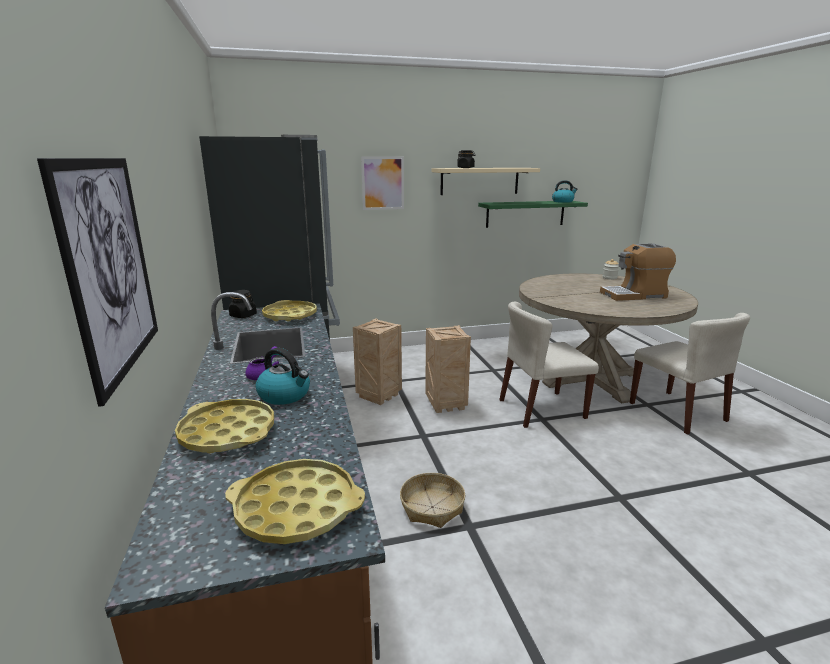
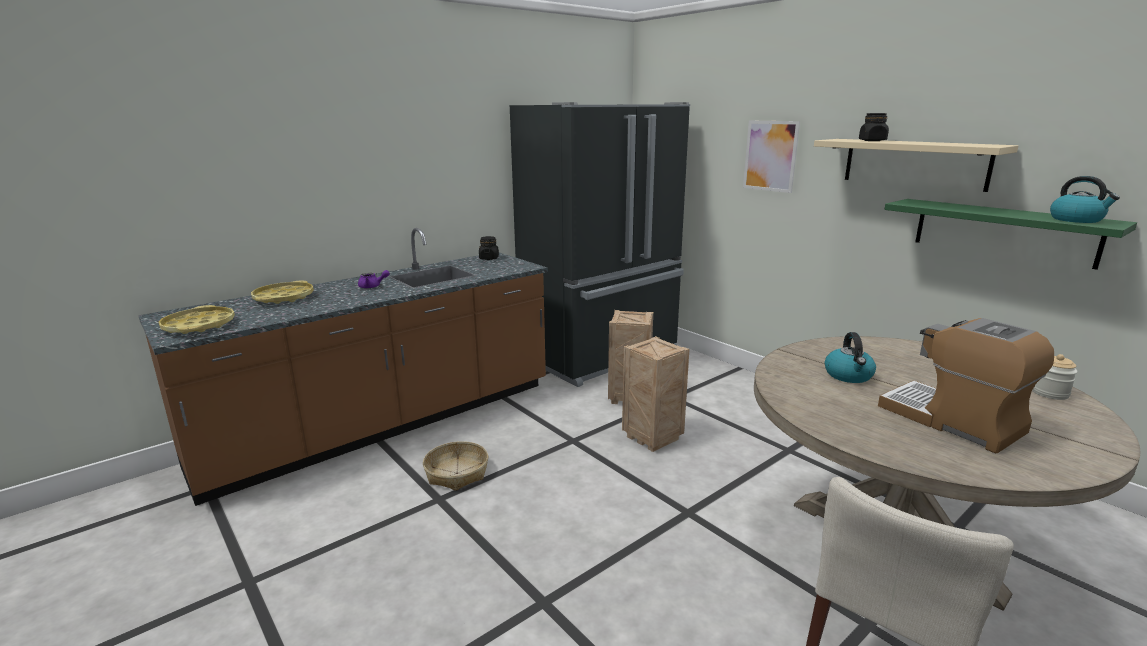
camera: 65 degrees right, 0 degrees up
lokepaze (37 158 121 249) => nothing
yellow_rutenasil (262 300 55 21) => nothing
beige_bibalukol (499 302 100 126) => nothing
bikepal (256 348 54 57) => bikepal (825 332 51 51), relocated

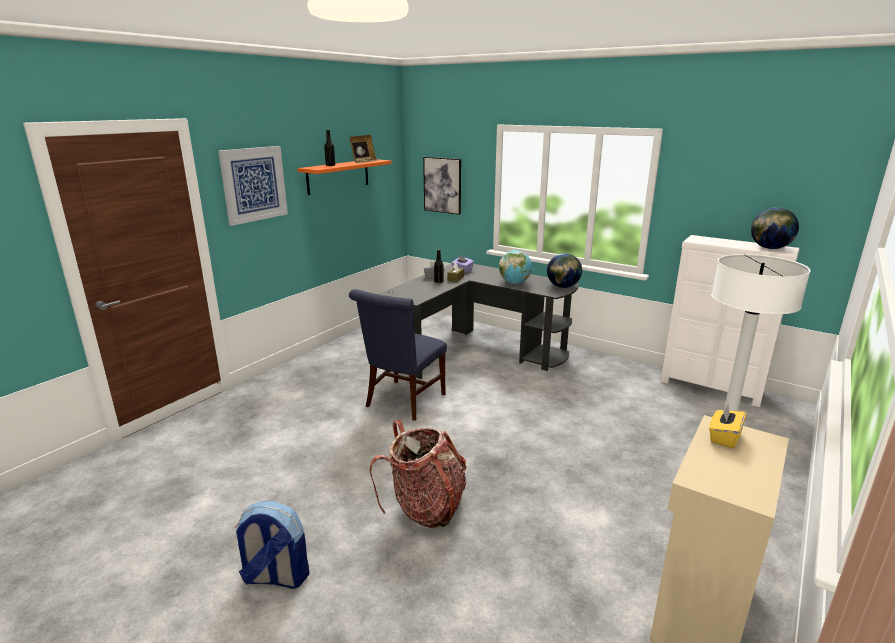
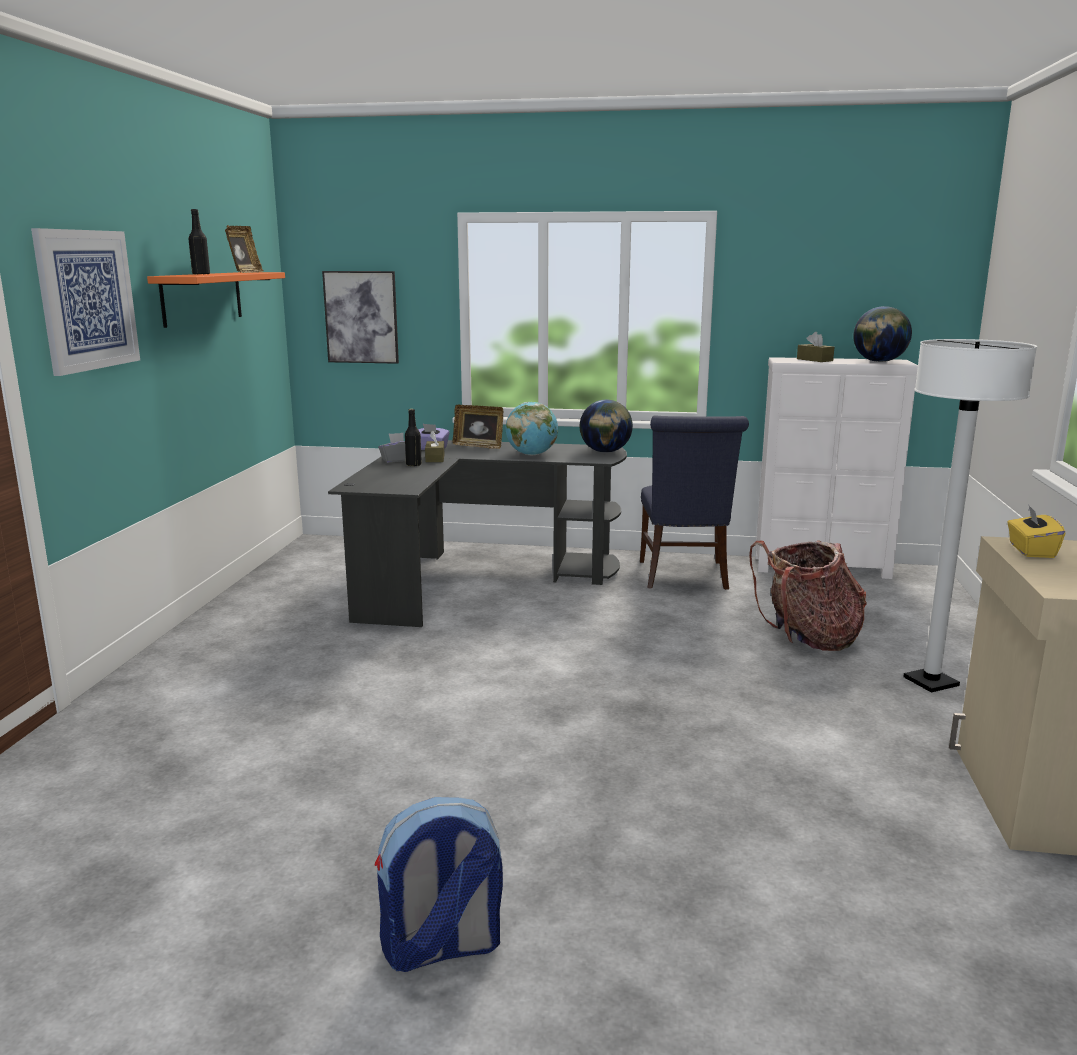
camera: 25 degrees left, 5 degrees down
nothing => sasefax (453 405 51 44)
nothing => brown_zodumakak (797 332 37 30)
blue_bibalukol (349 289 98 132) => blue_bibalukol (640 416 109 174), relocated
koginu (369 420 97 108) => koginu (749 540 118 111), relocated

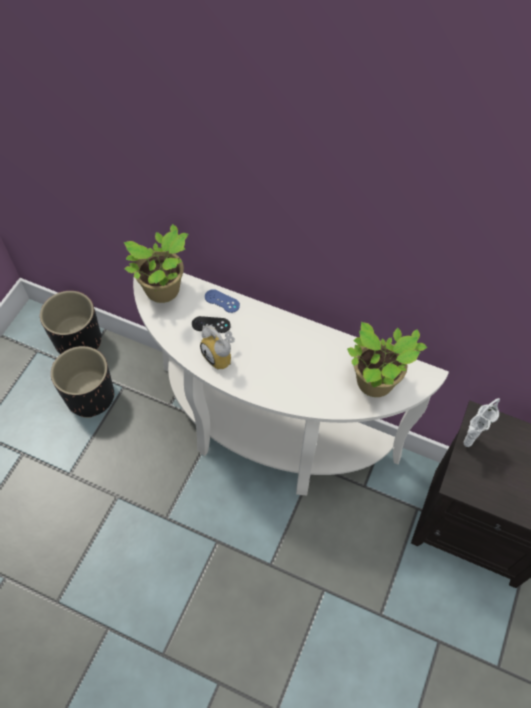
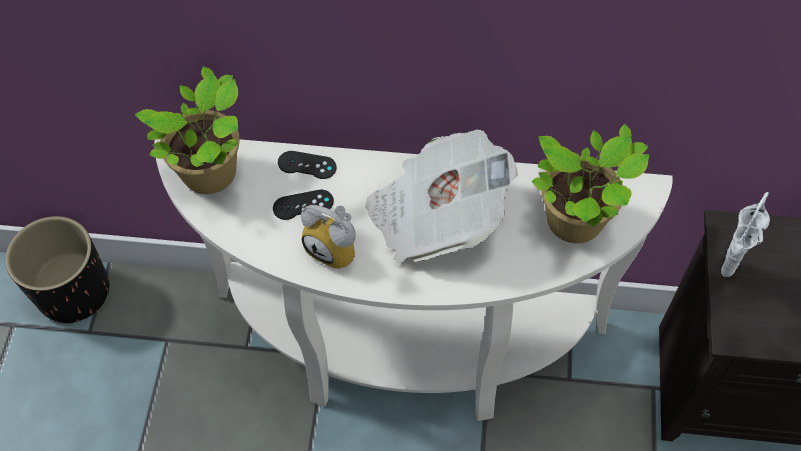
camera: 15 degrees left, 0 degrees up
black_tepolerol (51 346 63 72) => nothing
nothing => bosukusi (365 129 153 135)
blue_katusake (205 289 35 24) => black_katusake (278 151 59 28)

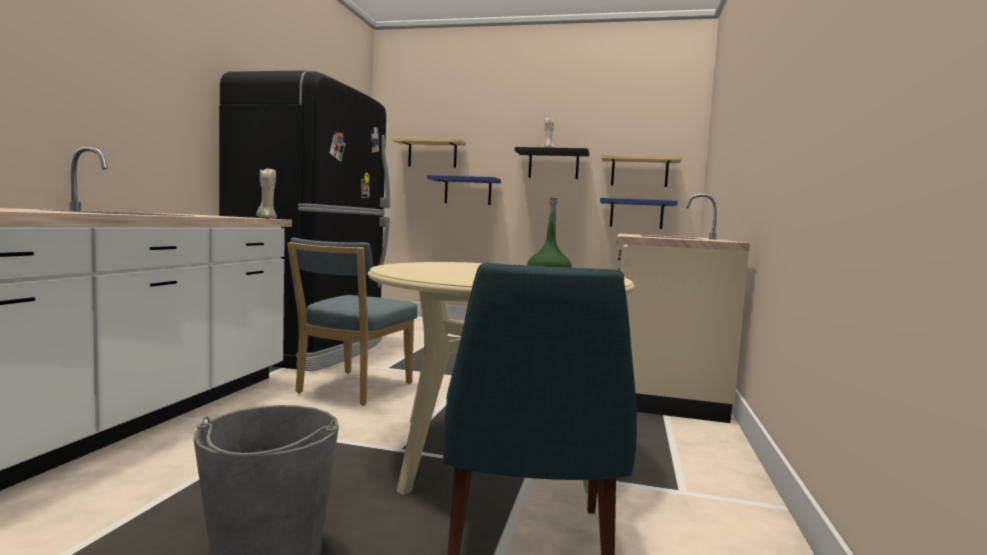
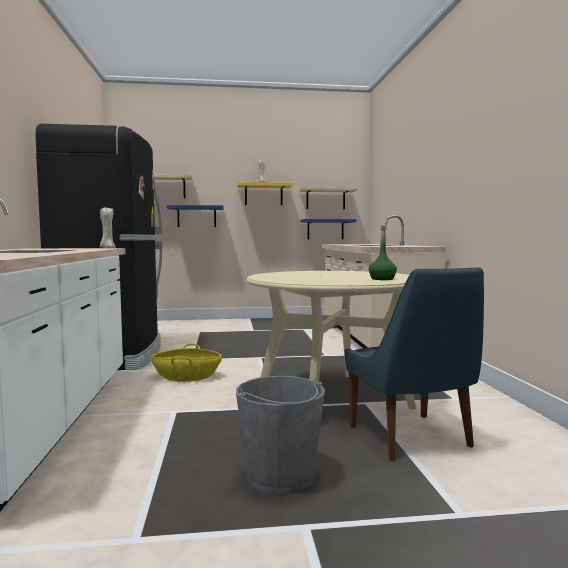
camera: 20 degrees left, 0 degrees up
blue_bibalukol (287 237 130 169) => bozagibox (151 344 71 38)
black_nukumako (515 147 74 32) => yellow_nukumako (237 182 56 23)

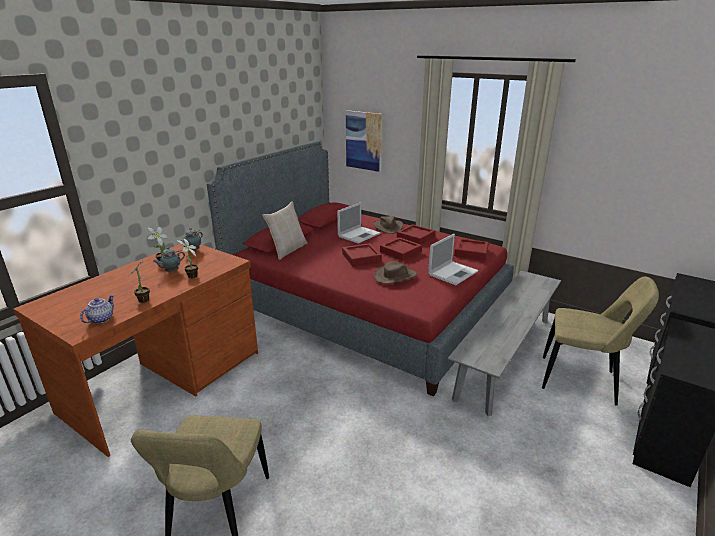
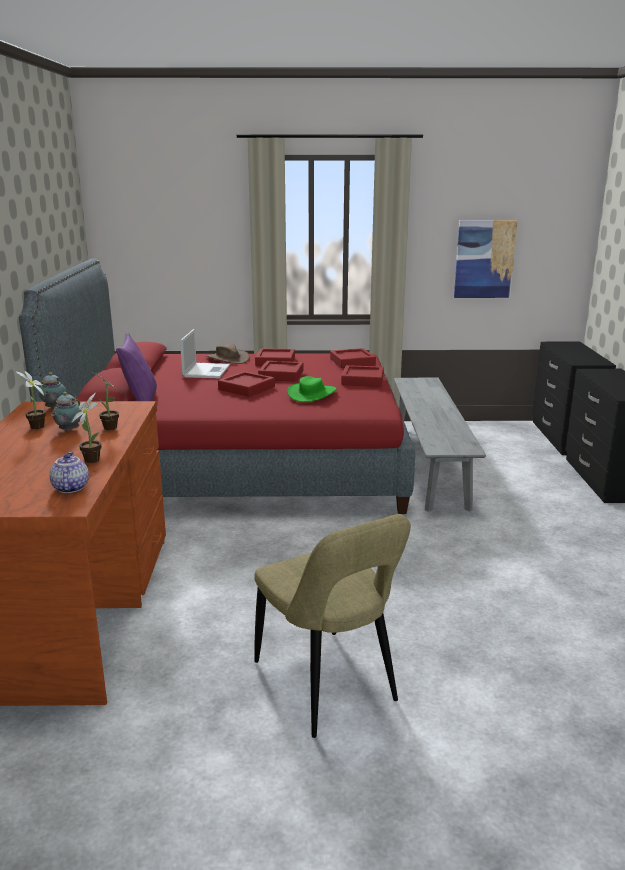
camera: 35 degrees left, 5 degrees down
beige_bibalukol (542 276 117 130) => nothing
lokepaze (346 110 36 62) => lokepaze (454 220 64 78), relocated
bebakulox (428 234 50 51) => red_rutenasil (341 365 43 22)
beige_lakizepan (262 201 45 59) => purple_lakizepan (116 333 41 68)
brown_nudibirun (374 261 43 23) => green_nudibirun (288 376 49 26)

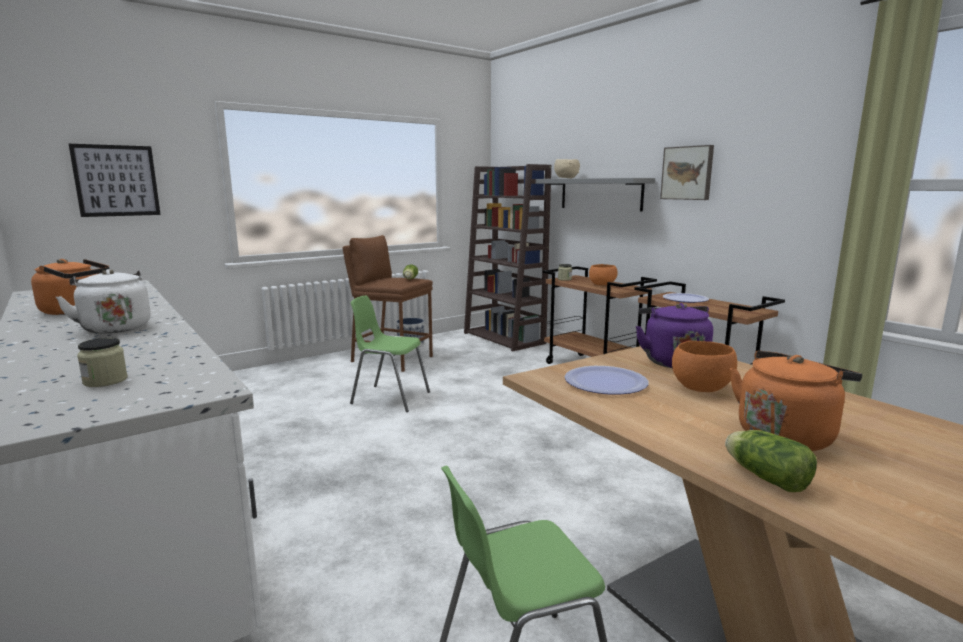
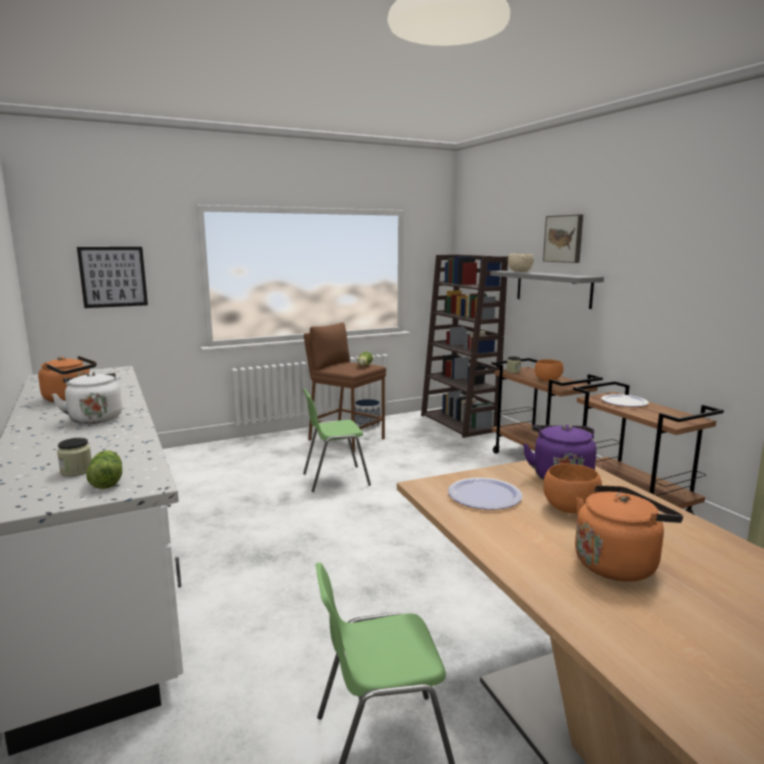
camera: 10 degrees right, 0 degrees up
lokepaze (660 145 54 55) => lokepaze (543 214 40 49), relocated
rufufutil (725 430 92 62) => rufufutil (86 450 36 39), relocated
green_bibalukol (350 296 80 116) => green_bibalukol (303 389 68 103), 45 degrees counterclockwise

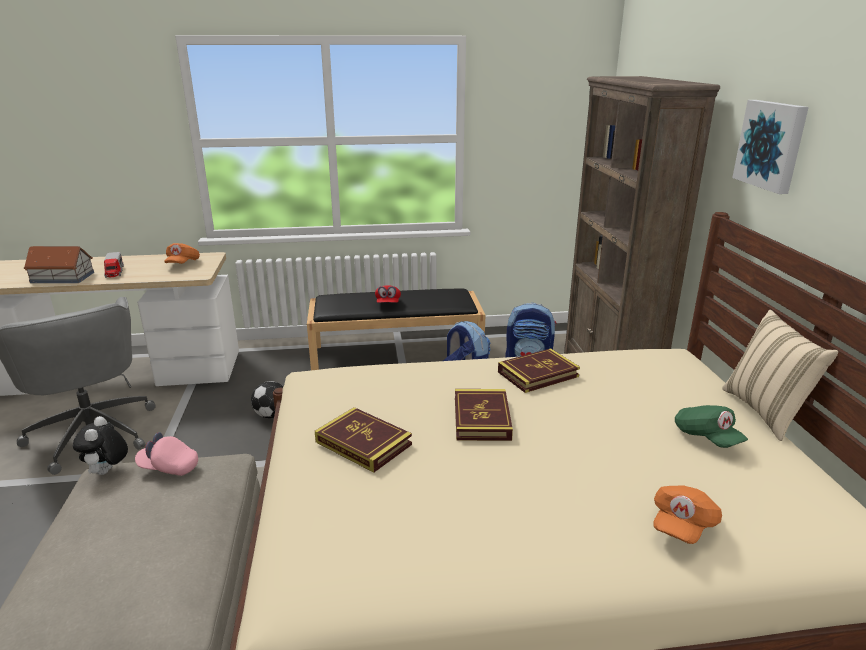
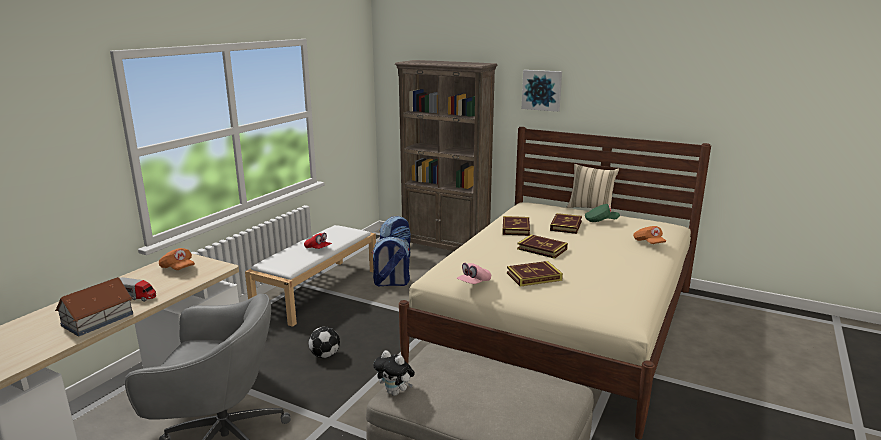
camera: 55 degrees left, 5 degrees down
nothing => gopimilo (550 213 32 21)
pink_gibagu (135 432 63 44) => pink_gibagu (457 263 34 21), relocated
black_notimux (307 288 178 82) => white_notimux (245 225 131 102)

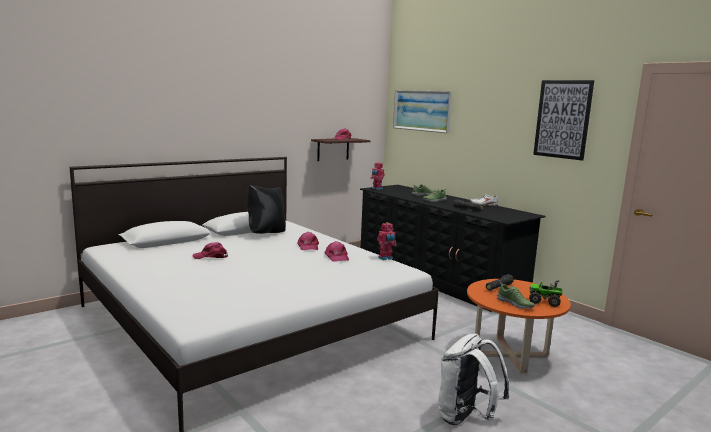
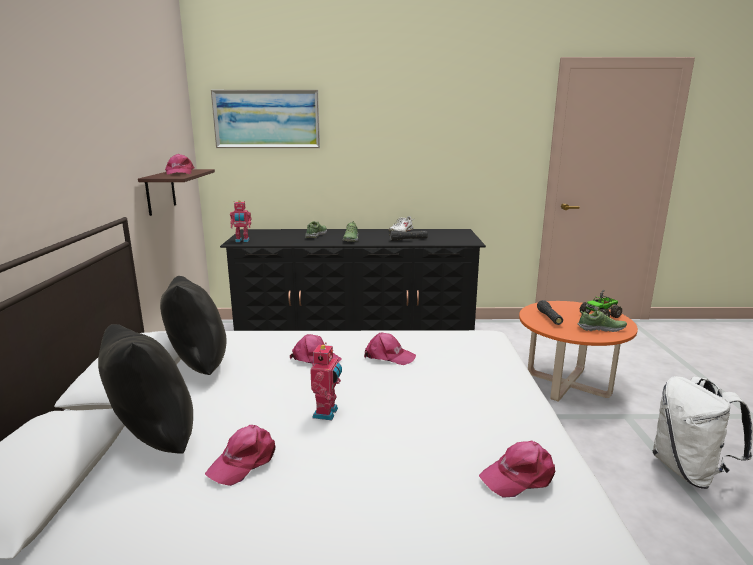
camera: 50 degrees left, 5 degrees up
lokepaze (533 80 61 81) => nothing
nothing => black_lakizepan (98 324 95 130)
nothing => pink_gibagu (479 441 77 57)
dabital (377 222 20 38) => dabital (310 342 32 78), relocated

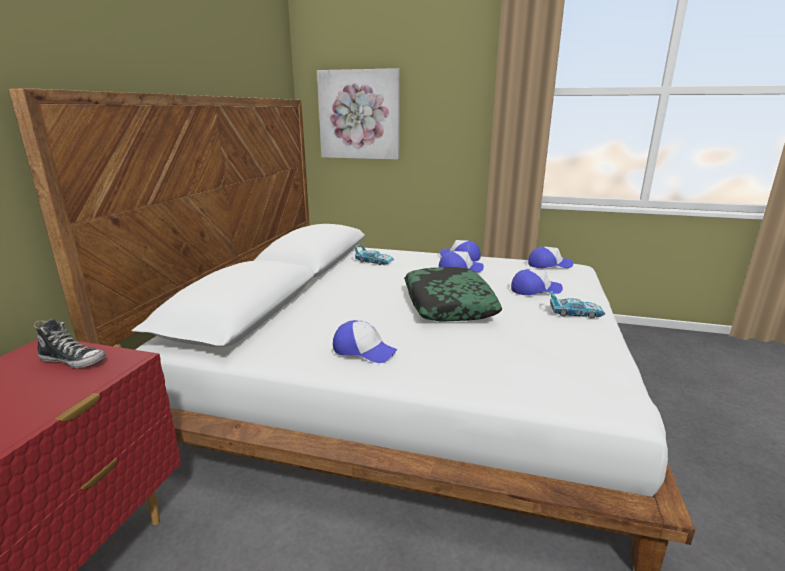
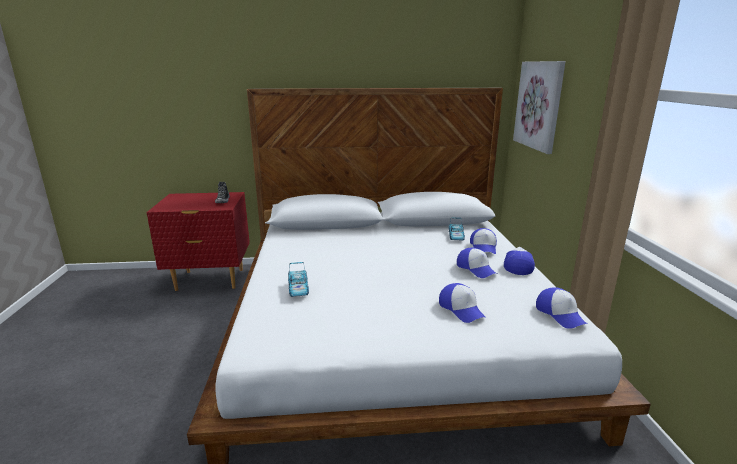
camera: 70 degrees right, 0 degrees up
lakizepan (404 267 98 55) => nothing
gibagu (333 320 65 43) => gibagu (470 228 27 26), relocated
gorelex (550 291 55 27) => gorelex (288 262 21 35), relocated

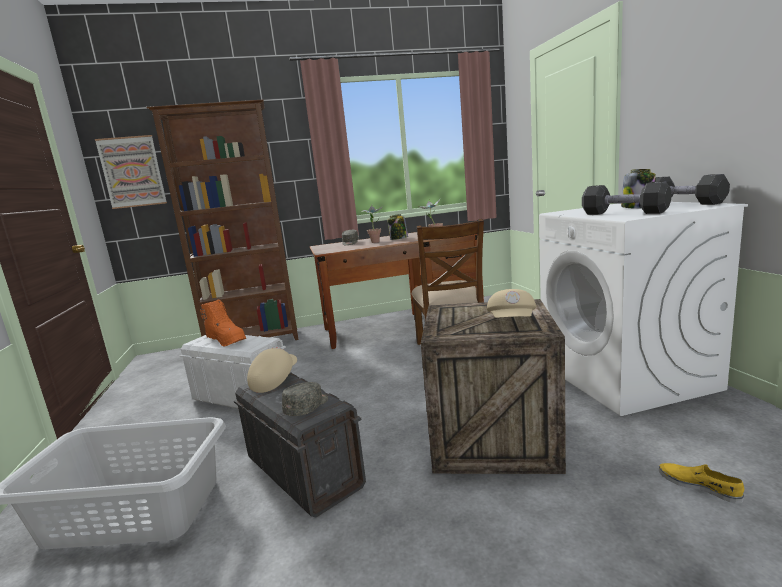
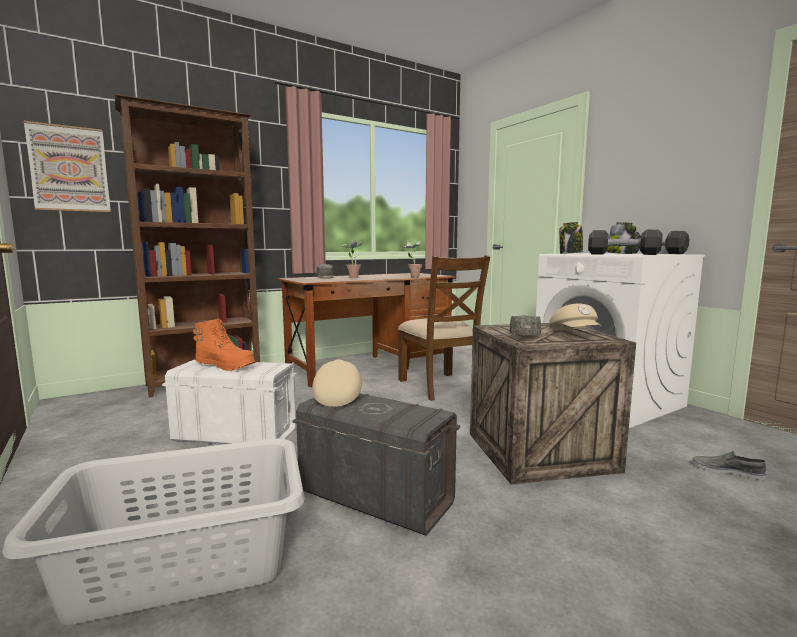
camera: 20 degrees left, 5 degrees down
grey_gibagu (282 382 46 34) => grey_gibagu (510 315 31 20), relocated
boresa (387 214 21 26) => boresa (559 222 24 32), relocated
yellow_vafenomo (659 463 85 41) => grey_vafenomo (692 451 74 29)

